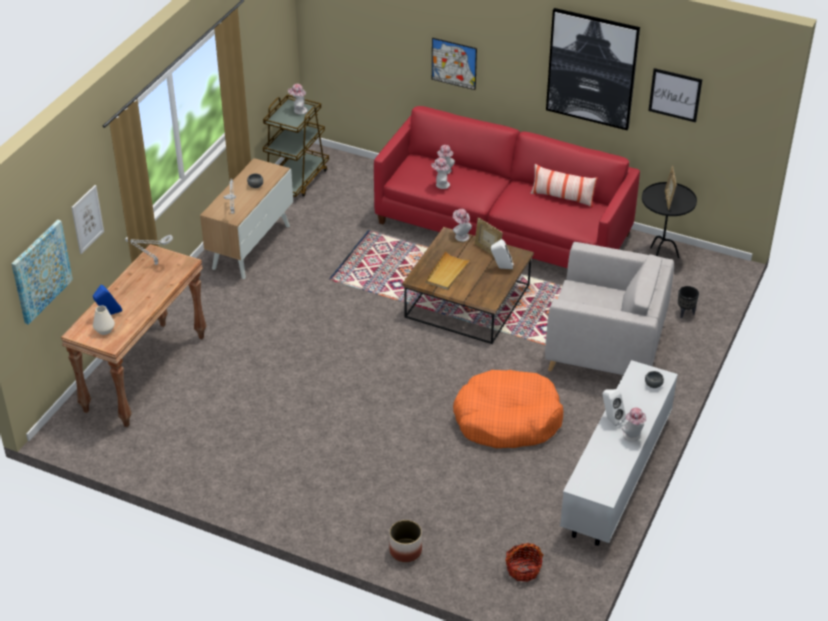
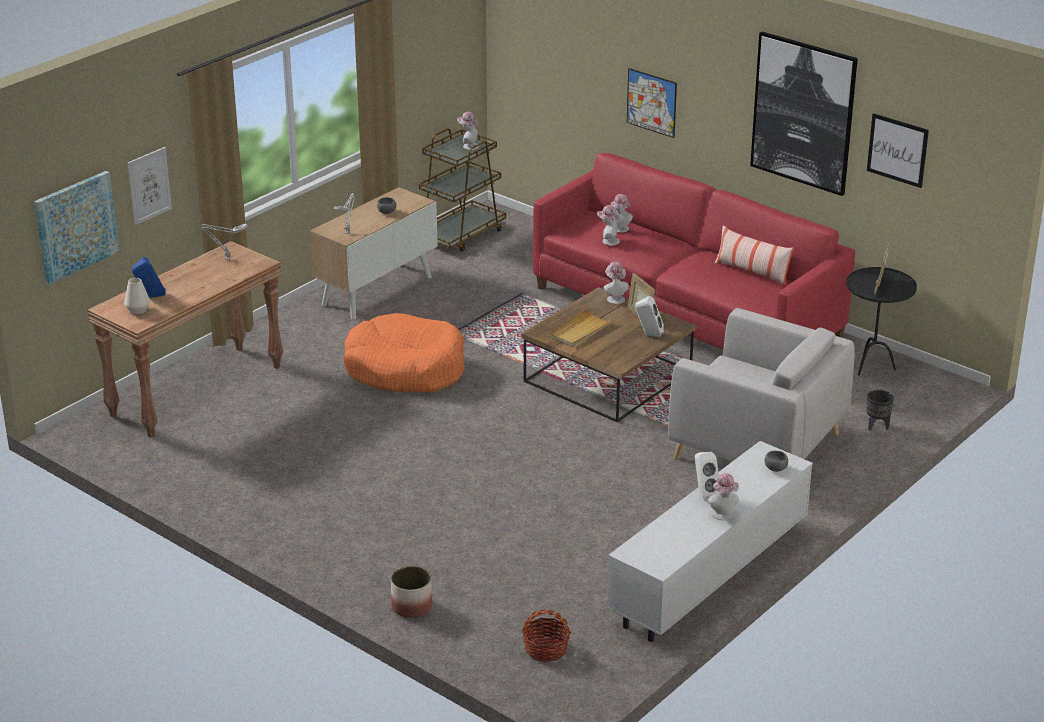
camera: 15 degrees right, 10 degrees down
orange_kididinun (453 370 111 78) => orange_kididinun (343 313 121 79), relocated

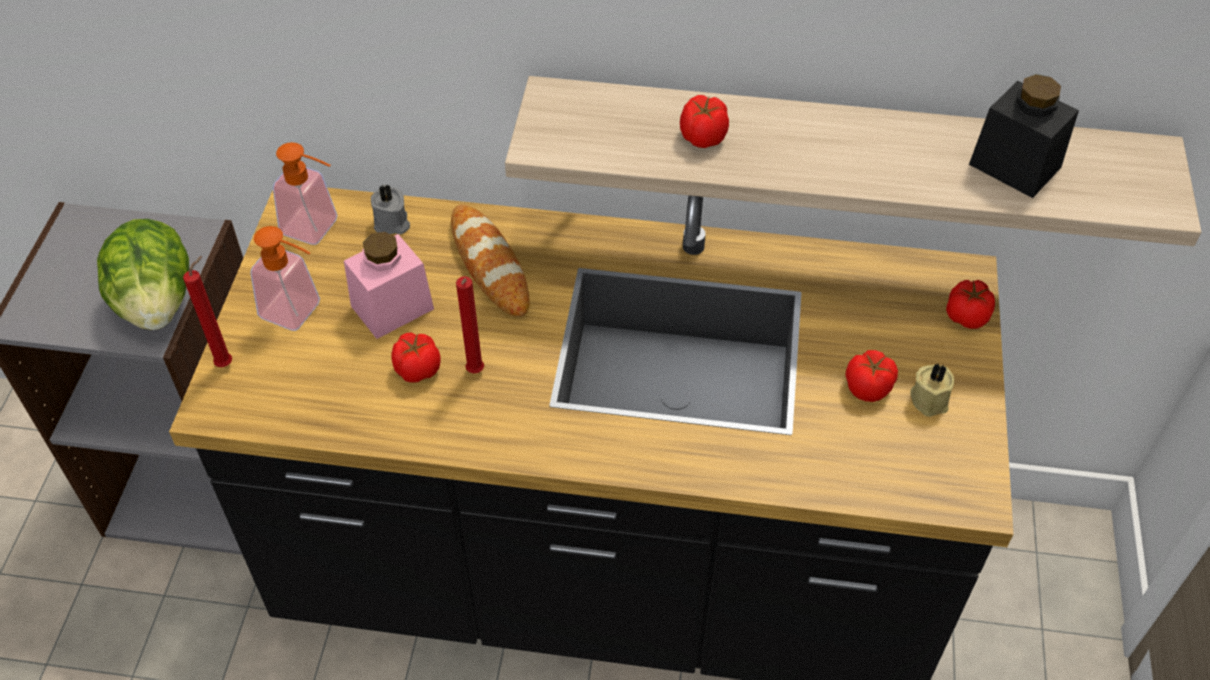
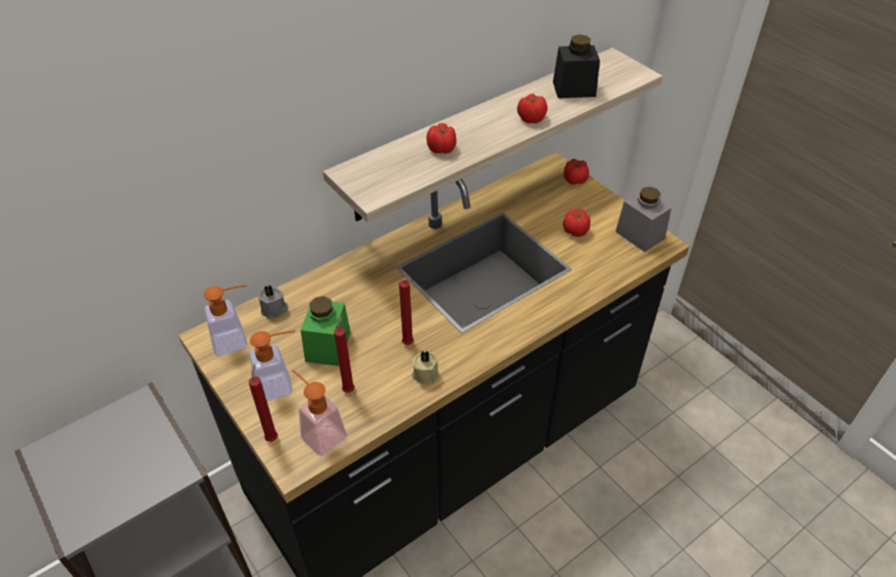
camera: 45 degrees left, 5 degrees down
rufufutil (97 219 92 111) => nothing
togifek (451 205 79 112) => nothing
nothing => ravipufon (292 370 55 87)
nothing => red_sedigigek (334 316 21 77)
nothing => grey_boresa (616 187 55 65)
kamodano (391 332 50 51) => kamodano (517 93 30 30), relocated
beige_sedigigek (910 364 44 53) => beige_sedigigek (412 351 27 34), relocated
pink_boresa (344 232 90 107) => green_boresa (301 296 50 70)

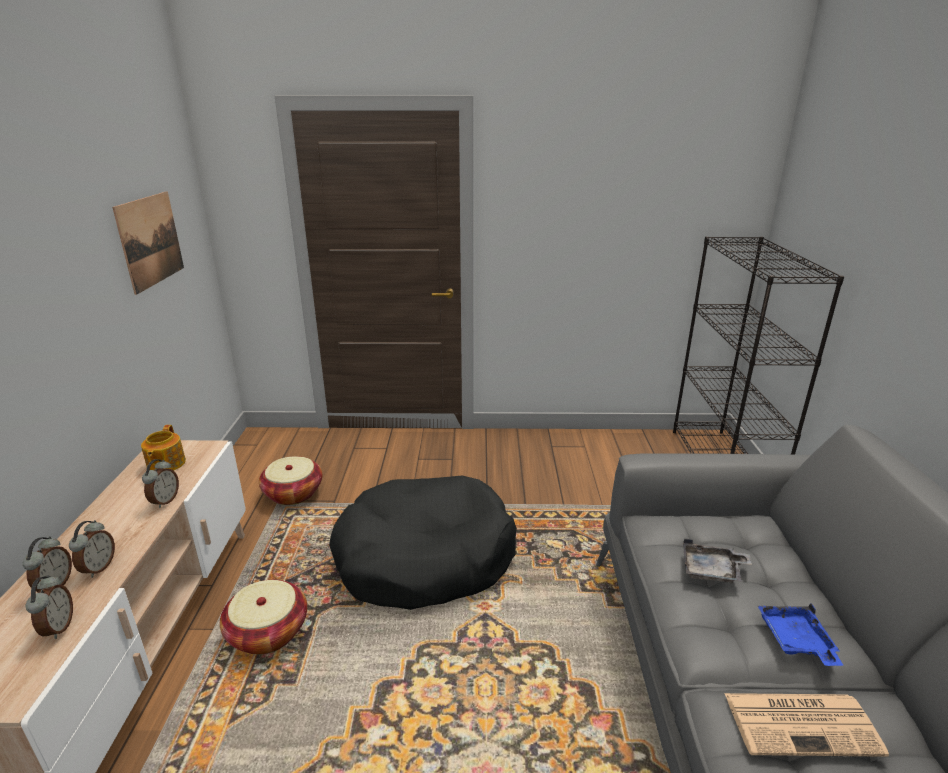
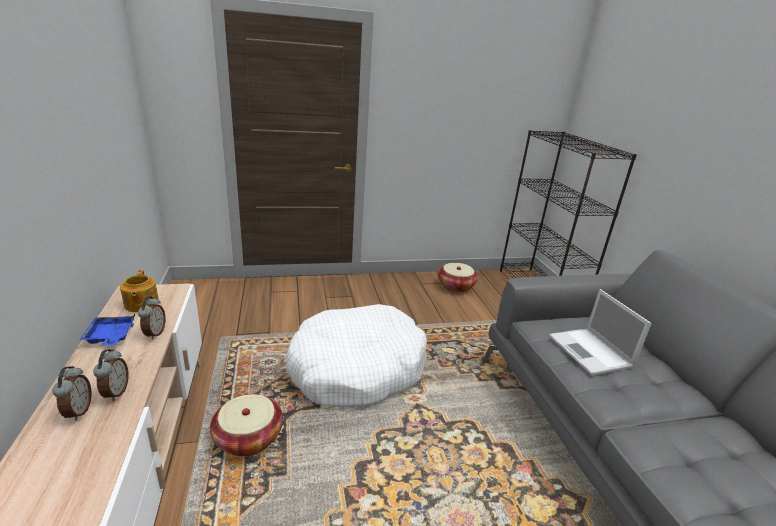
camera: 15 degrees left, 0 degrees up
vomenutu (26 575 47 64) => nothing
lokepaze (112 191 72 104) => nothing
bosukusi (724 693 165 64) => nothing
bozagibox (259 456 63 49) => bozagibox (438 263 40 29), relocated
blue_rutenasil (758 604 85 62) => blue_rutenasil (80 314 55 32), relocated
grey_rutenasil (683 538 69 45) => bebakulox (549 289 103 87)
black_kididinun (329 476 188 134) => white_kididinun (286 304 141 103)

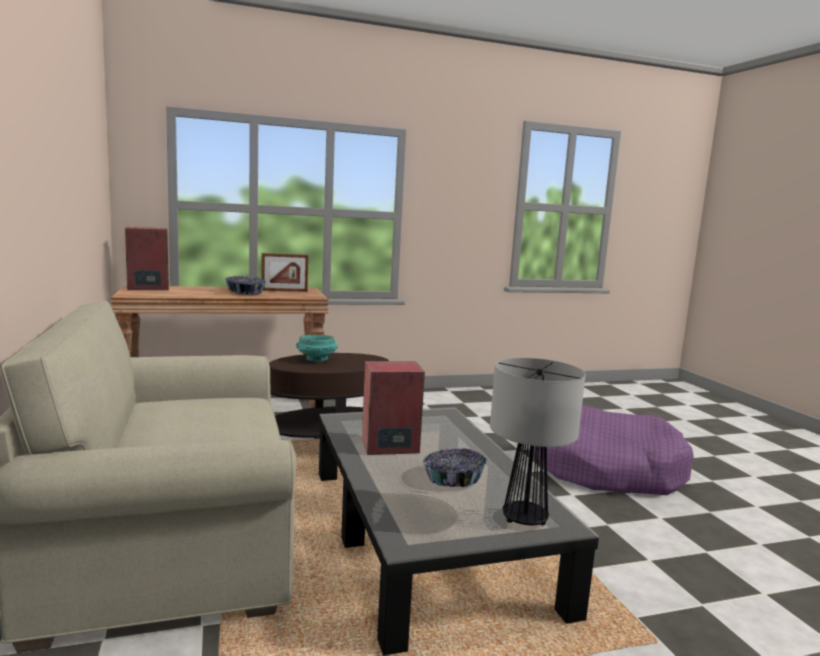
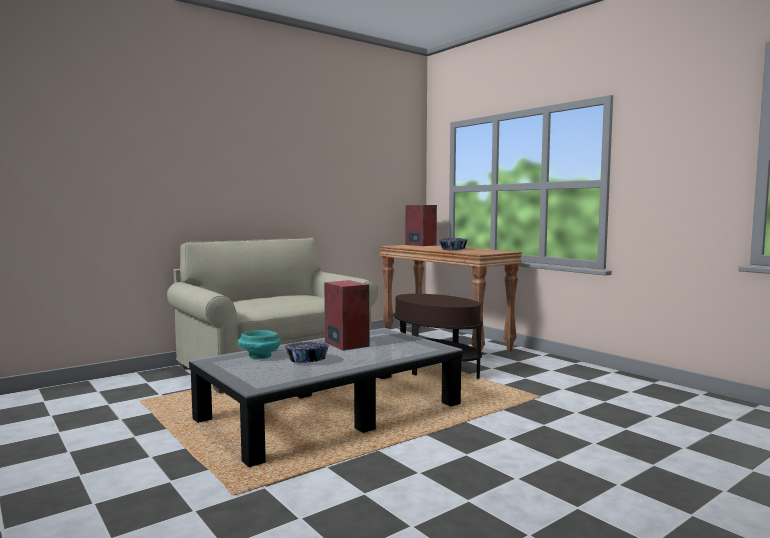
camera: 70 degrees right, 5 degrees down
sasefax (261 253 47 39) => nothing
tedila (490 358 96 167) => nothing
purple_kididinun (534 406 160 89) => nothing
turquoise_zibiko (296 335 42 27) => turquoise_zibiko (237 330 45 29), relocated

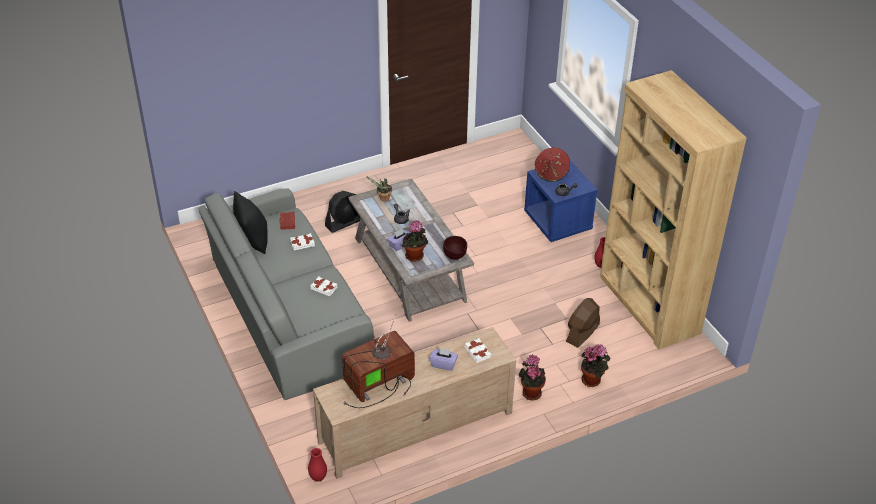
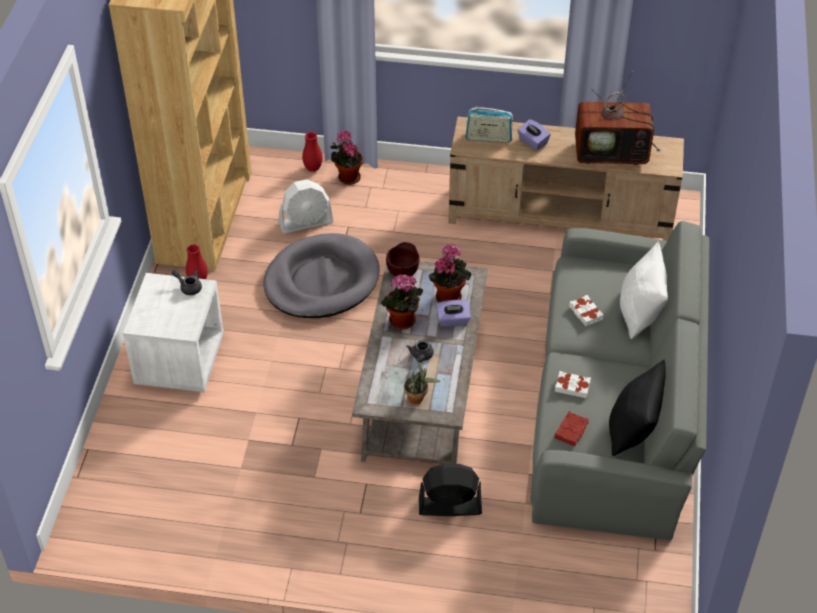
camera: 145 degrees left, 5 degrees up
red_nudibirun (535 147 35 35) => nothing
nothing => grey_kididinun (263 233 117 85)
nothing => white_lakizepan (620 242 48 97)
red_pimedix (308 448 19 34) => red_pimedix (302 132 21 40), relocated
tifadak (519 354 27 46) => tifadak (380 274 43 55), relocated
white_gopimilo (465 338 26 25) => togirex (466 107 47 36)
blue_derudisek (524 160 73 82) => white_derudisek (123 273 101 119)
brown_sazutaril (566 298 34 50) => white_sazutaril (278 179 55 54)

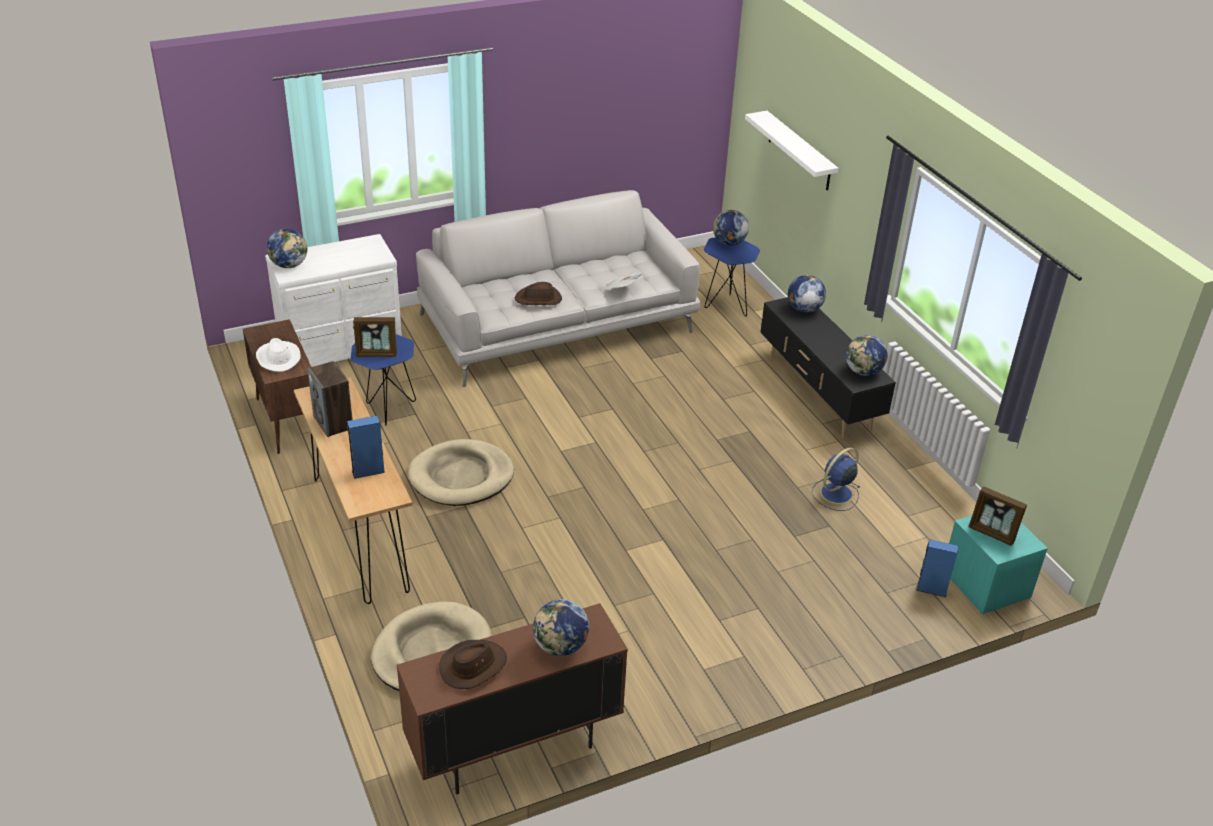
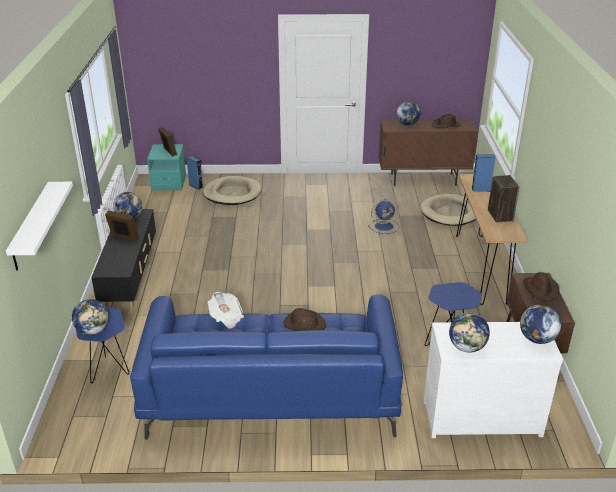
camera: 155 degrees left, 5 degrees down
sasefax (353 317 44 40) => sasefax (105 211 34 30), relocated
beige_kididinun (408 439 106 67) => beige_kididinun (203 176 59 29), relocated
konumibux (788 275 38 38) => konumibux (449 312 41 41), relocated
blue_sazutaril (812 448 49 63) => blue_sazutaril (368 197 31 37), relocated
white_nudibirun (256 338 45 34) => brown_nudibirun (523 272 36 30)
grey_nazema (416 190 284 197) => blue_nazema (130 294 273 146)

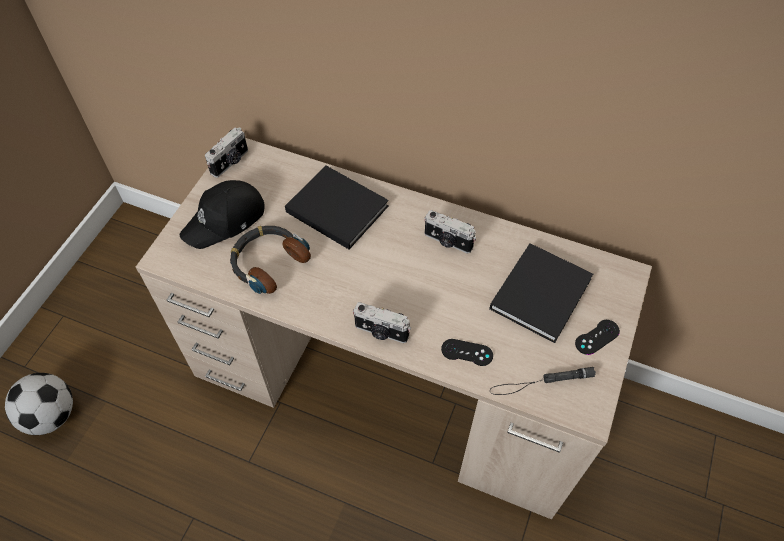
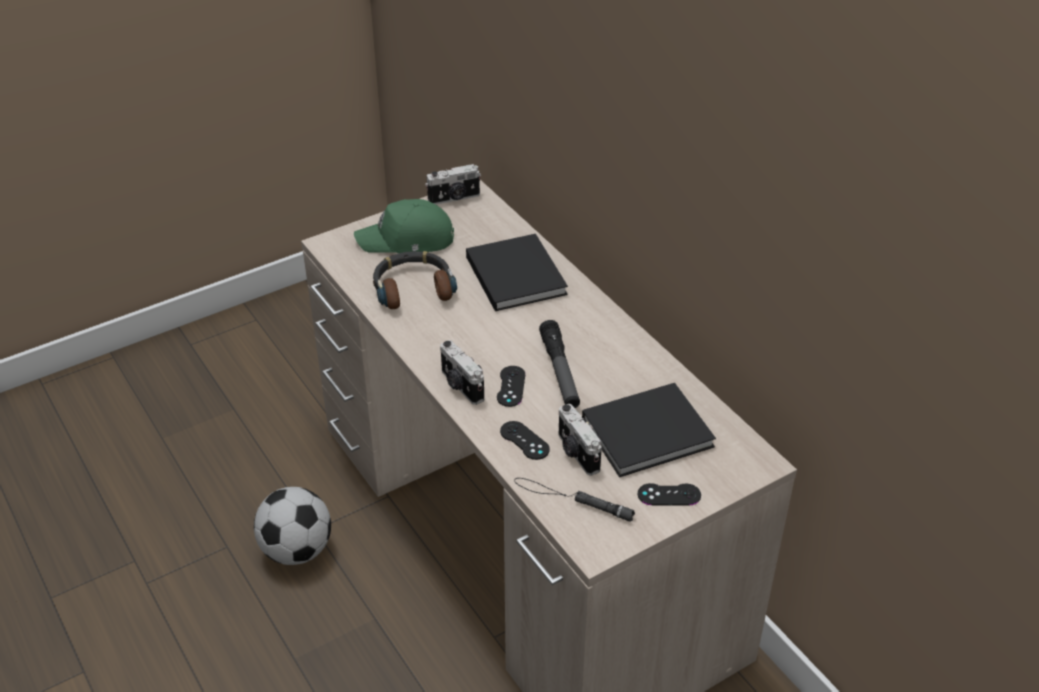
camera: 35 degrees right, 15 degrees down
nothing => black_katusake (497 366 28 41)
nothing => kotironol (539 320 41 88)
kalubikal (5 373 68 62) => kalubikal (254 487 77 78), relocated
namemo (424 210 52 43) => namemo (559 404 43 72), relocated
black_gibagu (180 180 85 69) => green_gibagu (354 199 100 54)

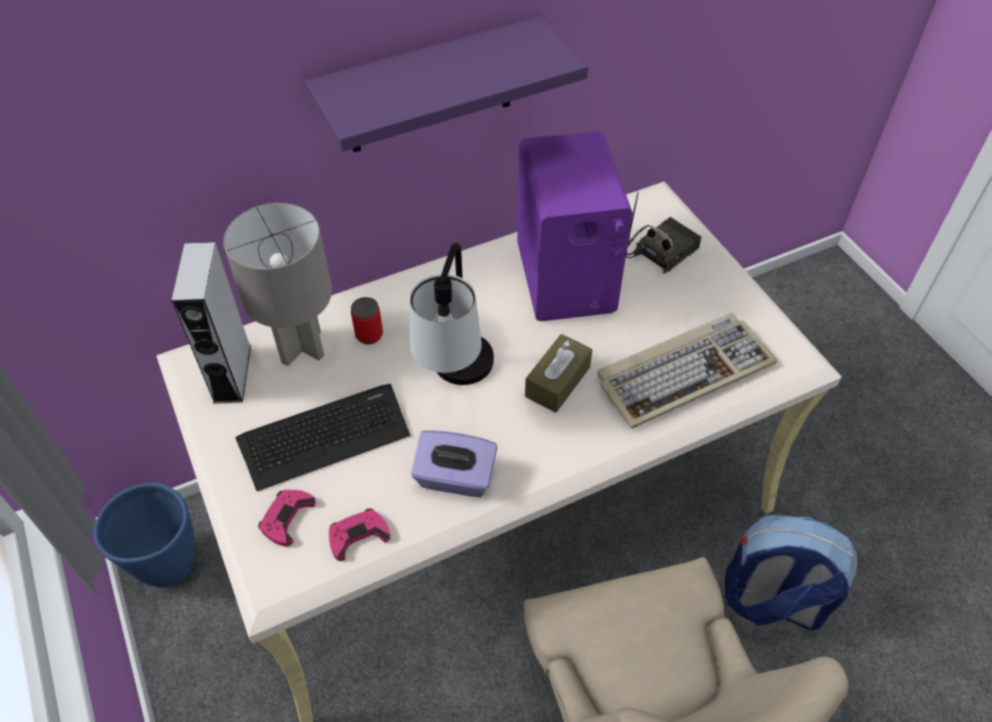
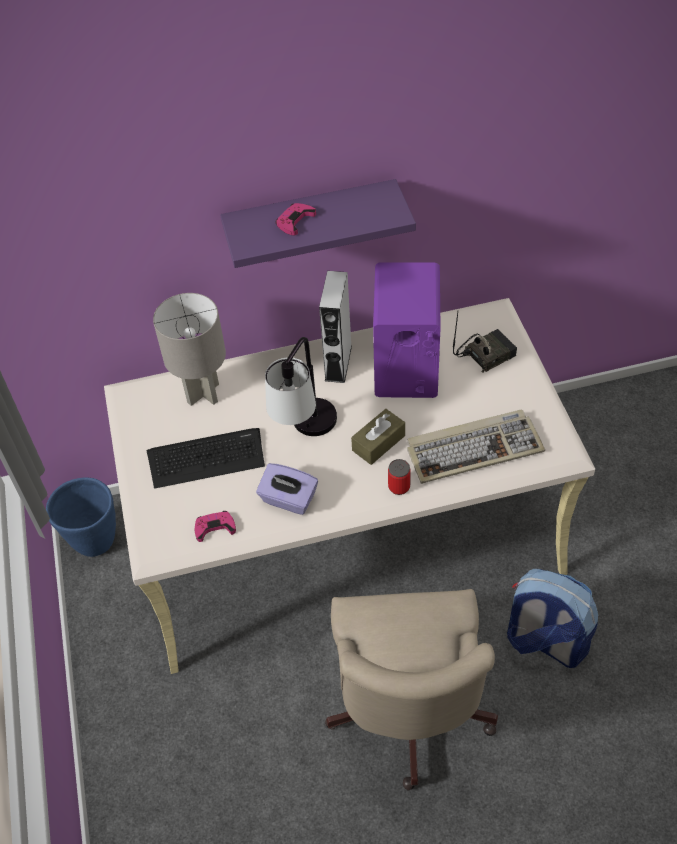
camera: 15 degrees right, 0 degrees up
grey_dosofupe (171 242 80 162) => grey_dosofupe (319 271 33 112), relocated
pink_katusake (259 490 57 57) => pink_katusake (276 203 40 33), relocated
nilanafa (351 297 32 47) => nilanafa (388 459 23 36), relocated

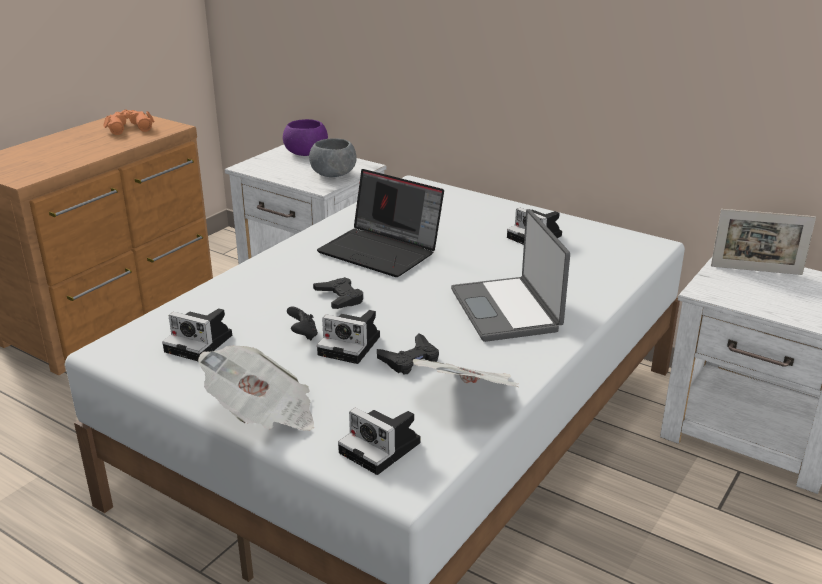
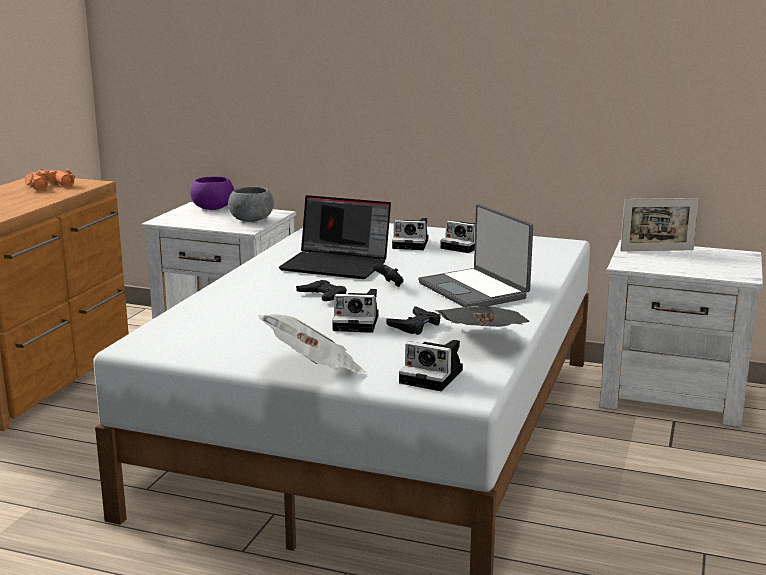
camera: 15 degrees left, 10 degrees down
namemo (162 308 70 54) => namemo (392 218 36 32), relocated
black_katusake (287 306 31 34) => black_katusake (373 263 31 24), relocated

